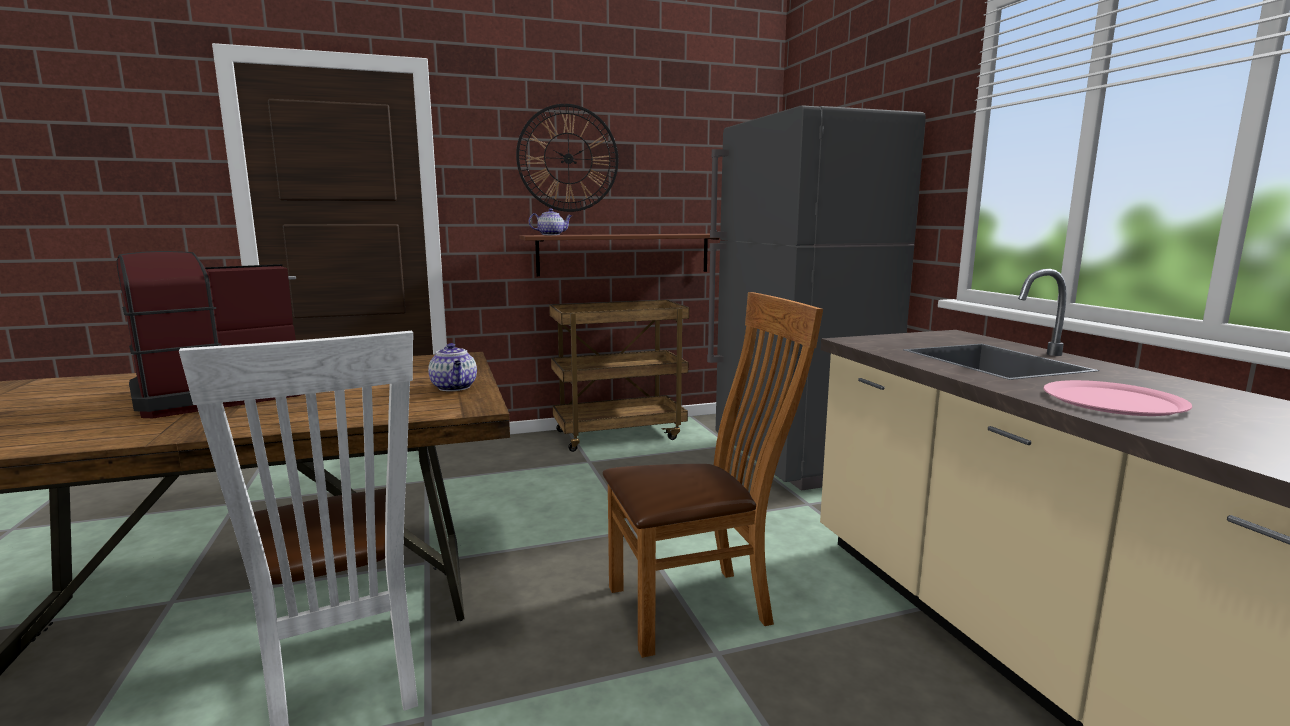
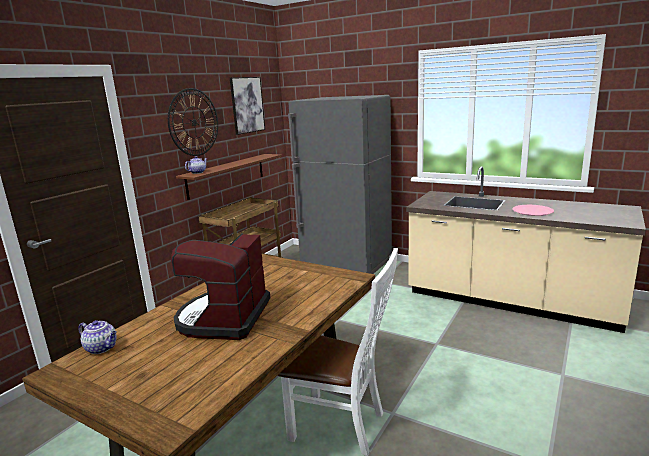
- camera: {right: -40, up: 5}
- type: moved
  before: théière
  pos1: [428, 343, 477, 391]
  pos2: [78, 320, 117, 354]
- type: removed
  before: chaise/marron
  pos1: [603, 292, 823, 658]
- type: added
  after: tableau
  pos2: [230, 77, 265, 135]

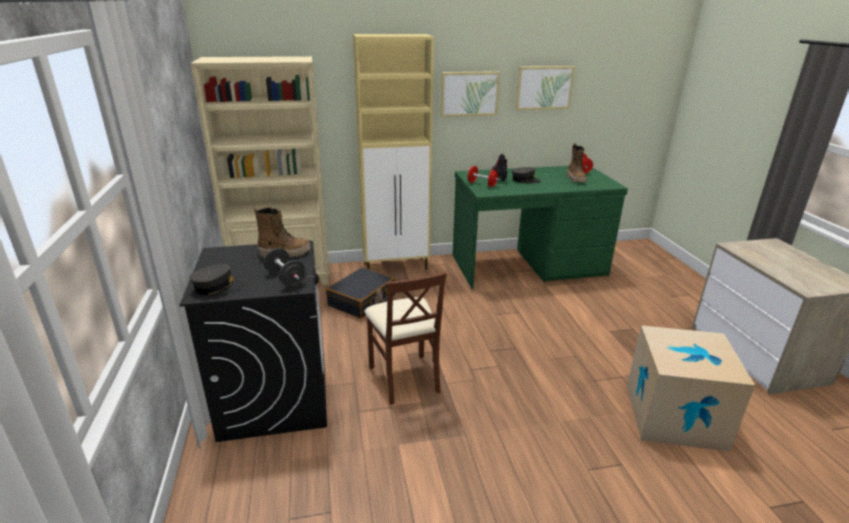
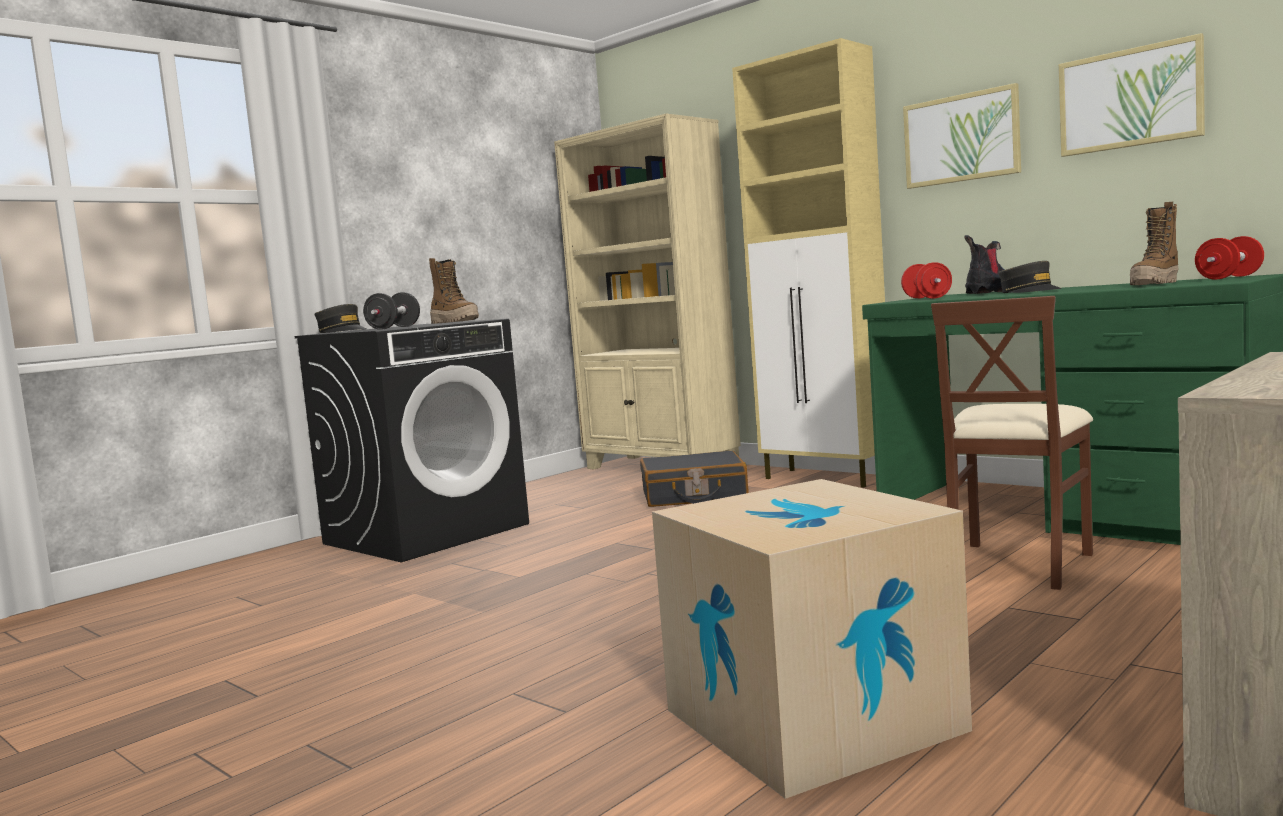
- camera: {right: 55, up: -20}
- type: moved
  before: chaise/marron
  pos1: [364, 272, 447, 405]
  pos2: [931, 296, 1093, 590]

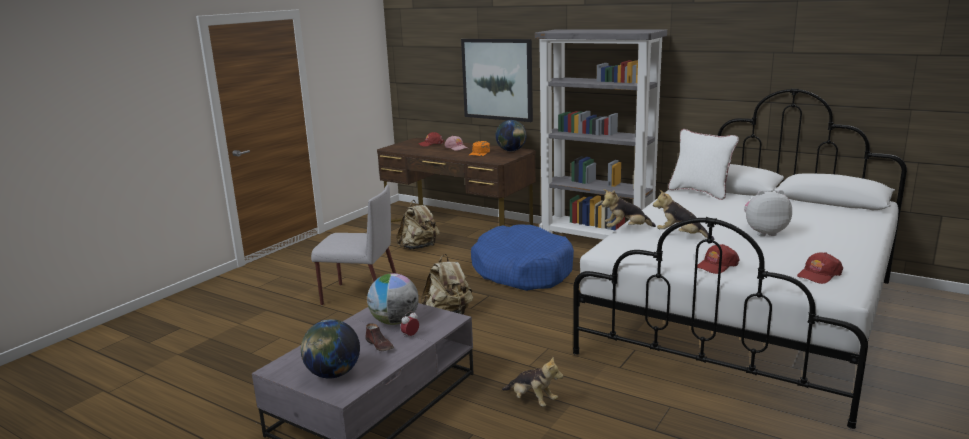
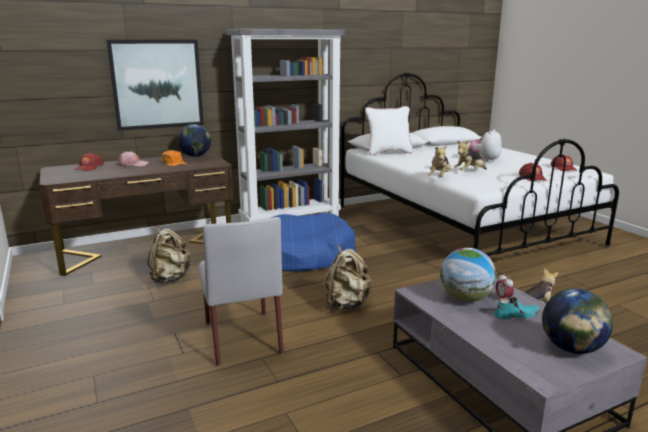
- camera: {right: -60, up: 0}
- type: turned
  before: chaise/gris
  pos1: [311, 185, 396, 305]
  pos2: [198, 217, 284, 366]
  turn: 120
- type: recoloured
  before: chaussure/marron
  after: chaussure/turquoise
  pos1: [365, 323, 394, 351]
  pos2: [494, 297, 540, 319]

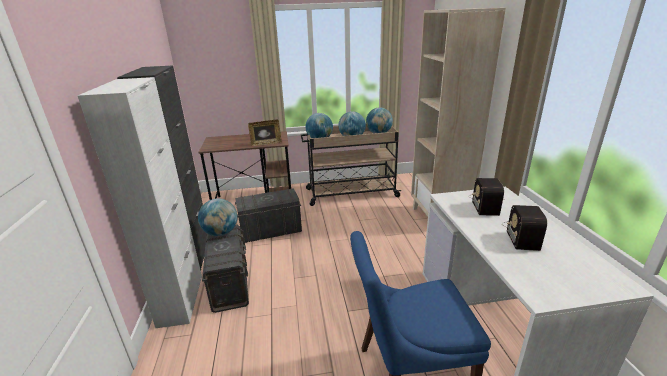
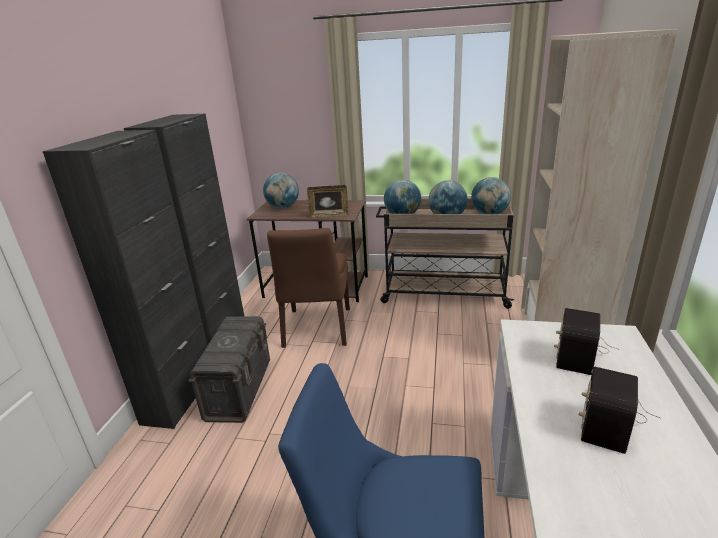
- camera: {right: 20, up: 0}
- type: recoloured
  before: meuble de rangement/blanc
  after: meuble de rangement/noir
  pos1: [77, 77, 202, 328]
  pos2: [43, 130, 208, 429]
- type: moved
  before: globe
  pos1: [198, 198, 237, 236]
  pos2: [263, 173, 299, 209]
- type: replaced
  before: boîte de rangement/gris
  after: chaise/marron
  pos1: [235, 188, 302, 243]
  pos2: [267, 228, 350, 348]

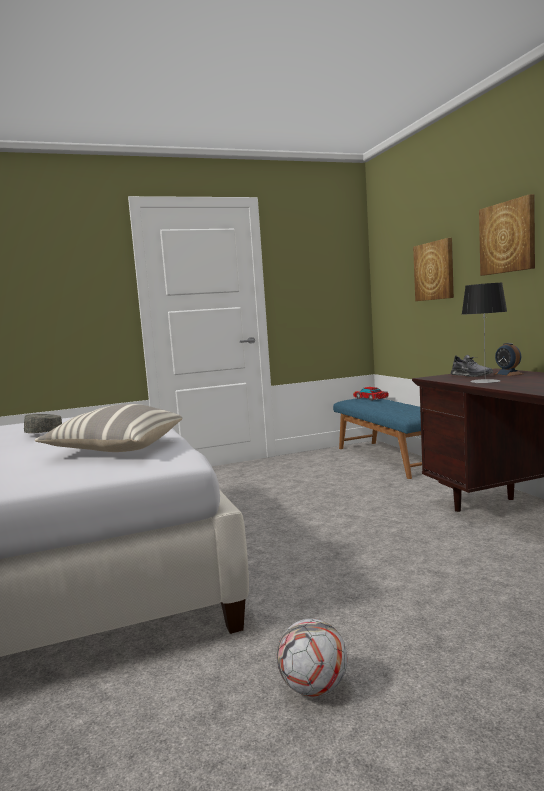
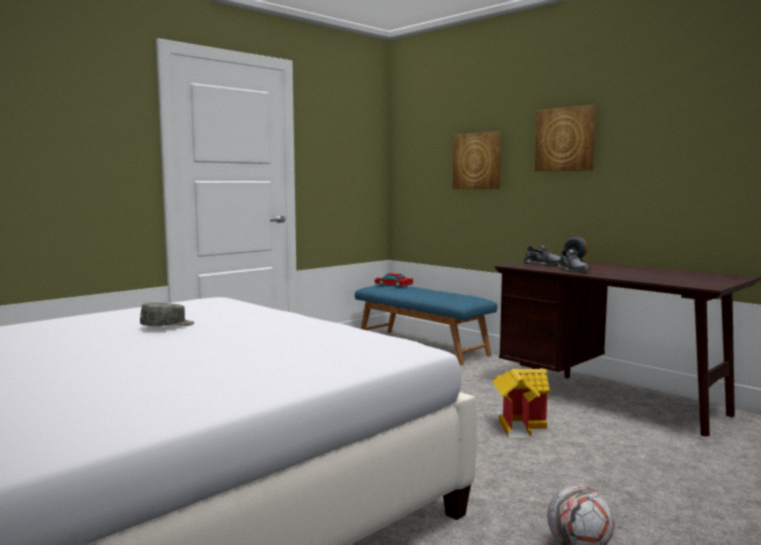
- camera: {right: -25, up: 0}
- type: removed
  before: coussin
  pos1: [35, 404, 182, 452]
- type: replaced
  before: lampe de table
  after: chaussure/gris
  pos1: [462, 283, 507, 383]
  pos2: [557, 249, 590, 272]
- type: added
  after: maison miniature
  pos2: [492, 369, 550, 438]

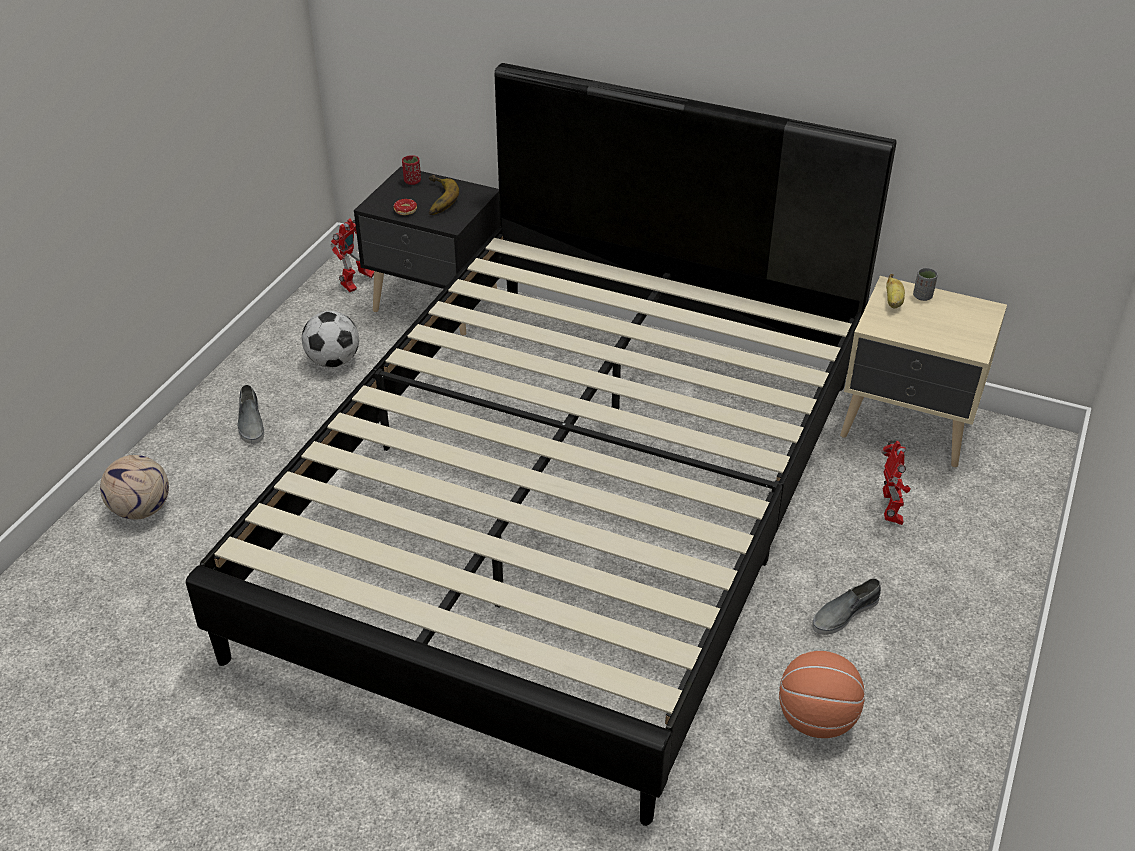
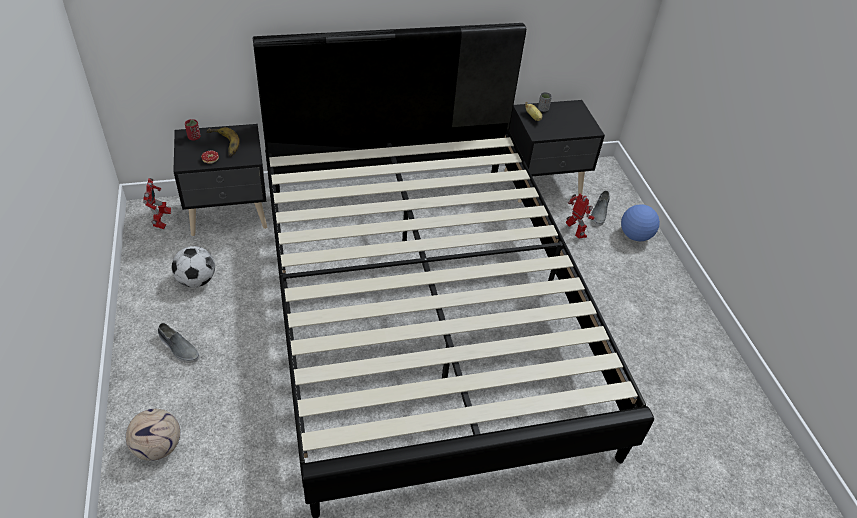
- camera: {right: -40, up: 5}
- type: removed
  before: ballon de basket
  pos1: [779, 651, 865, 738]
- type: moved
  before: chaussure/gris
  pos1: [812, 578, 881, 635]
  pos2: [591, 191, 610, 226]
- type: recoloured
  before: table de chevet/beige
  after: table de chevet/noir
  pos1: [840, 276, 1007, 467]
  pos2: [504, 100, 605, 203]
- type: added
  after: ballon de foot
  pos2: [621, 204, 660, 241]

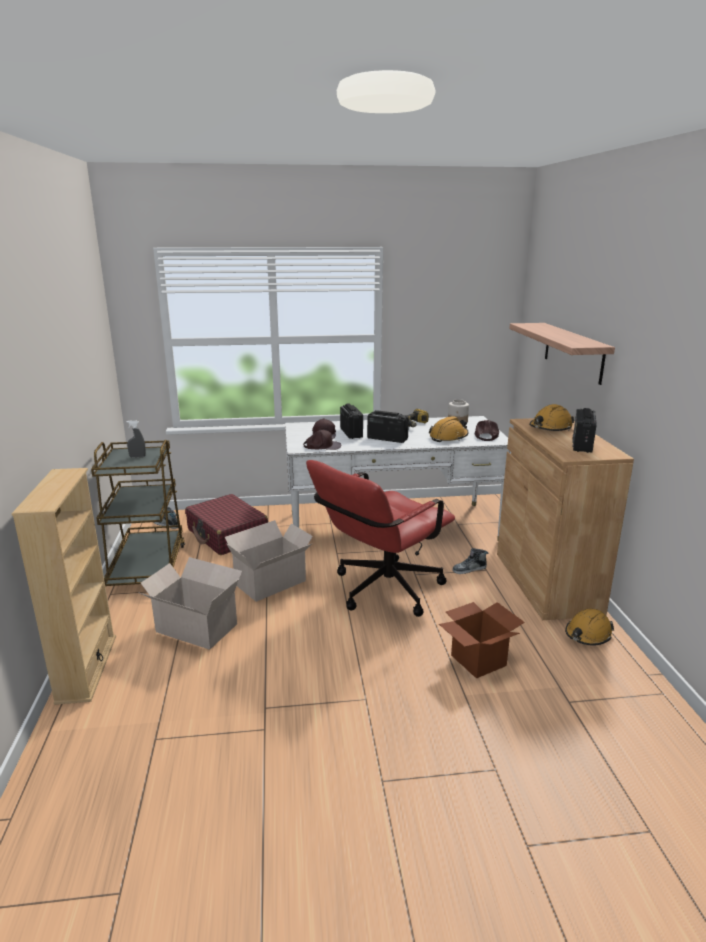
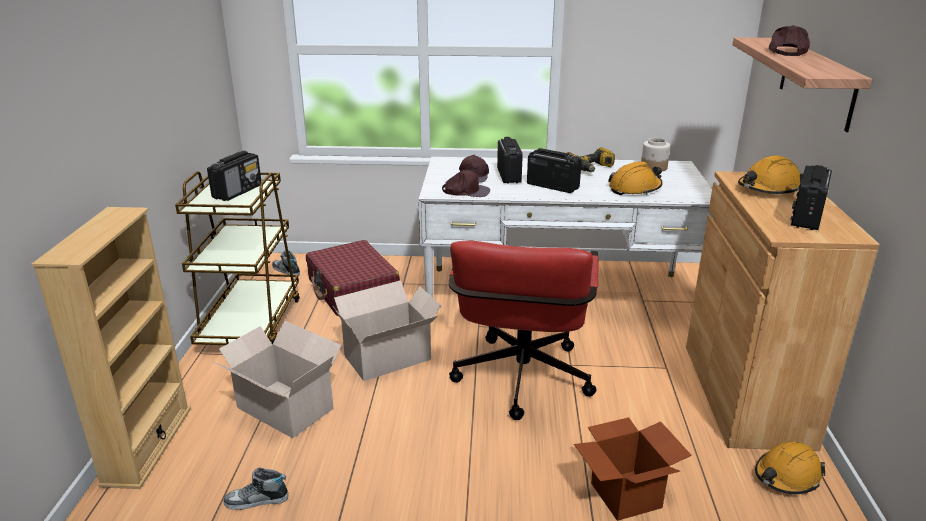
- camera: {right: 10, up: 5}
- type: replaced
  before: vaporisateur/gris
  after: radio
  pos1: [126, 420, 146, 458]
  pos2: [207, 151, 262, 201]
- type: turned
  before: chaise de bureau/rouge
  pos1: [306, 460, 455, 617]
  pos2: [449, 241, 599, 420]
  turn: -45
- type: moved
  before: chaussure
  pos1: [453, 548, 488, 574]
  pos2: [224, 468, 288, 510]
- type: moved
  before: casquette/marron
  pos1: [475, 420, 499, 441]
  pos2: [769, 25, 810, 56]

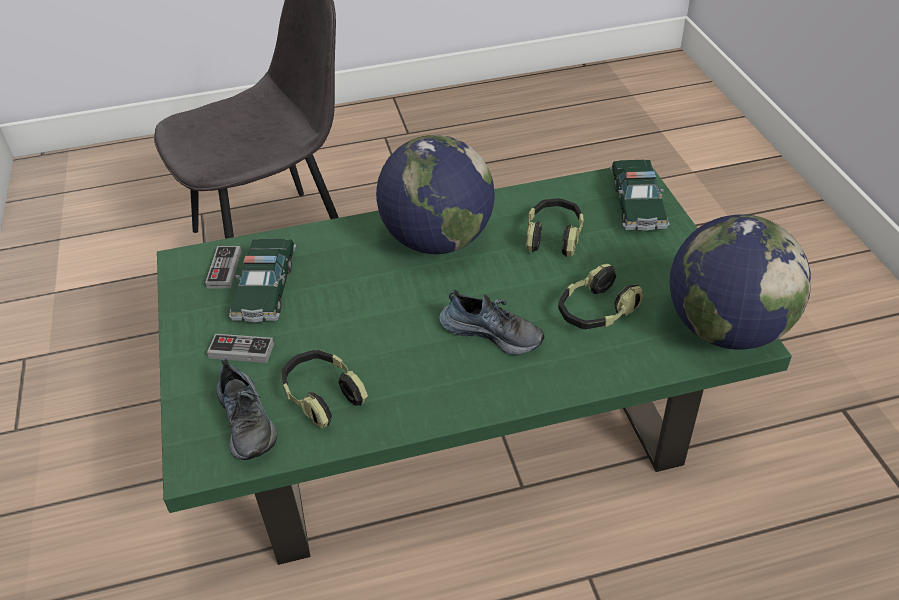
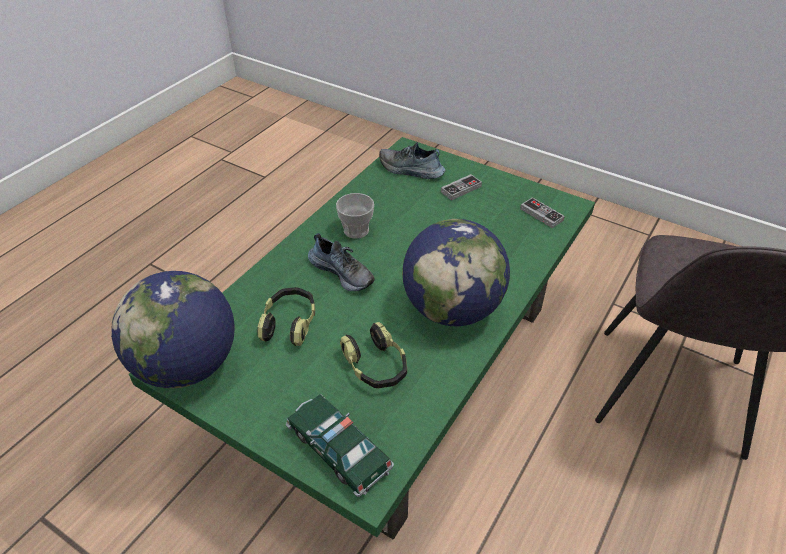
- camera: {right: 135, up: 0}
- type: removed
  before: petite voiture
  pos1: [229, 239, 296, 322]
- type: removed
  before: casque audio
  pos1: [281, 350, 368, 429]
- type: turned
  before: chaussure
  pos1: [439, 290, 545, 355]
  pos2: [308, 233, 375, 291]
  turn: -120
- type: added
  after: tasse
  pos2: [336, 193, 374, 239]

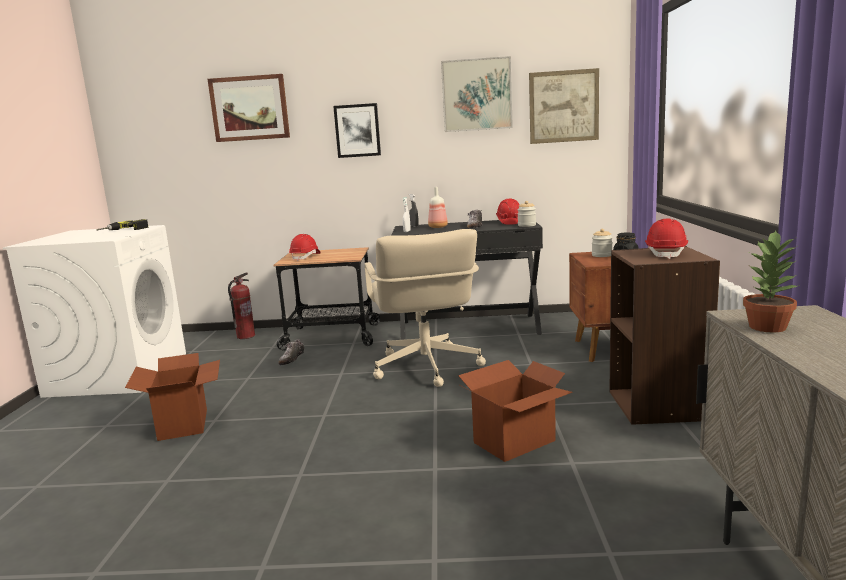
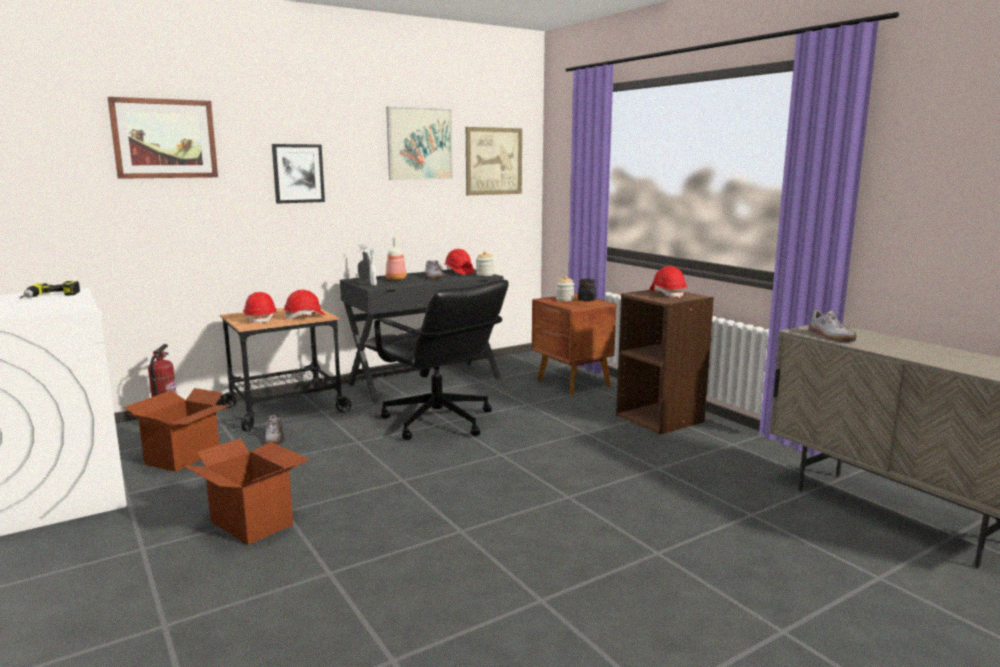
- camera: {right: -35, up: 0}
- type: recoloured
  before: chaise de bureau/beige
  after: chaise de bureau/noir
  pos1: [365, 229, 486, 387]
  pos2: [364, 280, 509, 440]
- type: moved
  before: carton
  pos1: [458, 360, 572, 462]
  pos2: [124, 388, 230, 472]
- type: replaced
  before: plante en pot
  after: chaussure
  pos1: [743, 230, 800, 332]
  pos2: [809, 309, 857, 342]
- type: added
  after: casque de chantier/rouge
  pos2: [284, 290, 326, 319]

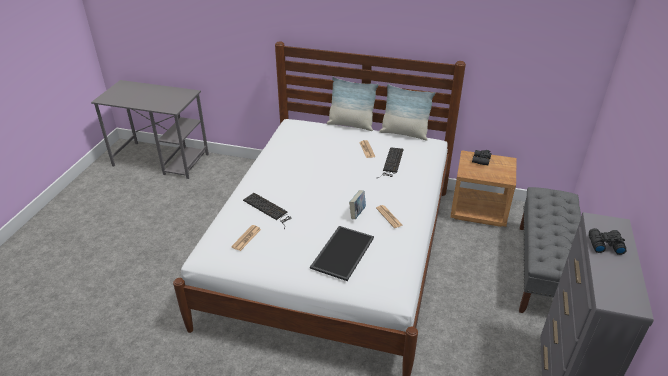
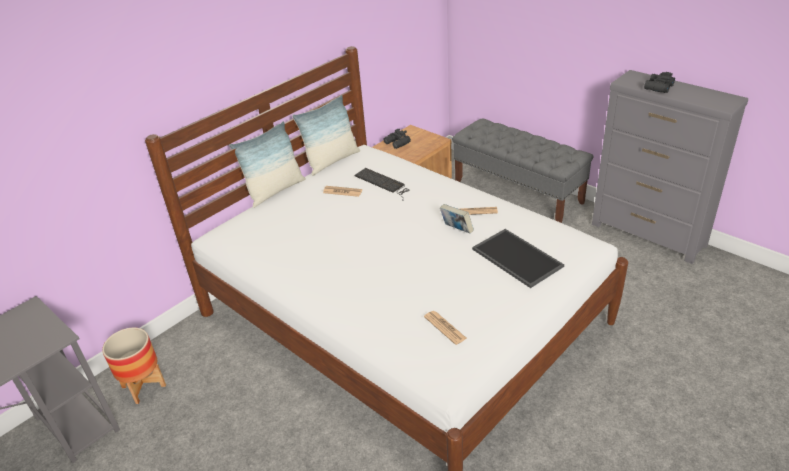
- camera: {right: -60, up: 0}
- type: removed
  before: clavier
  pos1: [243, 193, 290, 229]
- type: added
  after: cache-pot
  pos2: [102, 328, 166, 404]

